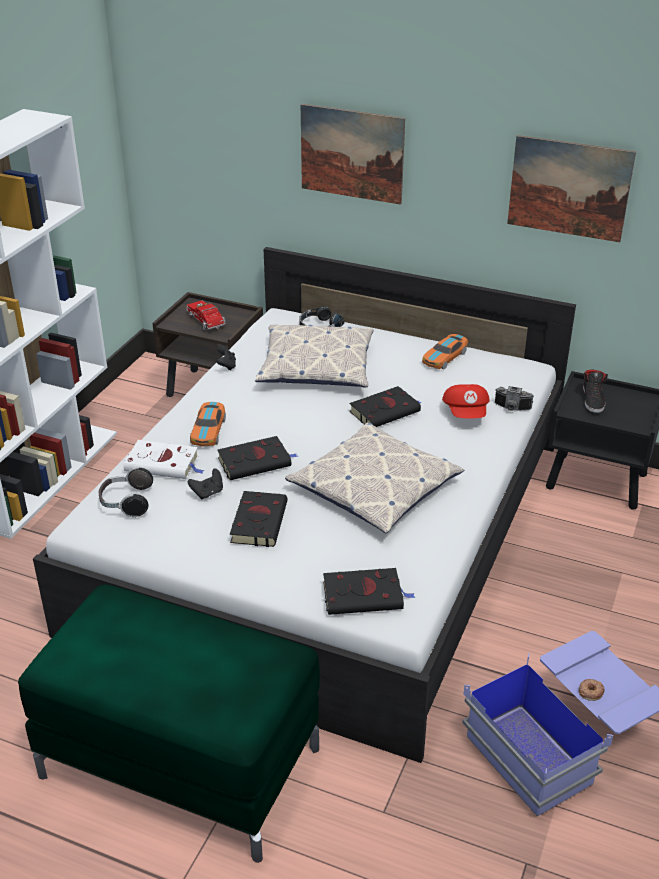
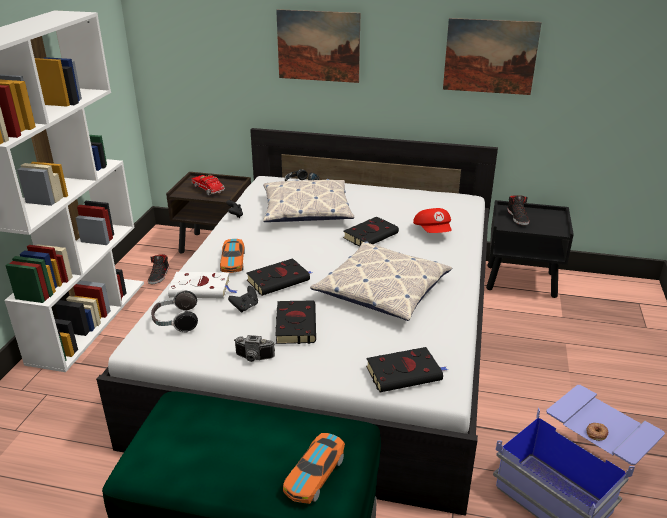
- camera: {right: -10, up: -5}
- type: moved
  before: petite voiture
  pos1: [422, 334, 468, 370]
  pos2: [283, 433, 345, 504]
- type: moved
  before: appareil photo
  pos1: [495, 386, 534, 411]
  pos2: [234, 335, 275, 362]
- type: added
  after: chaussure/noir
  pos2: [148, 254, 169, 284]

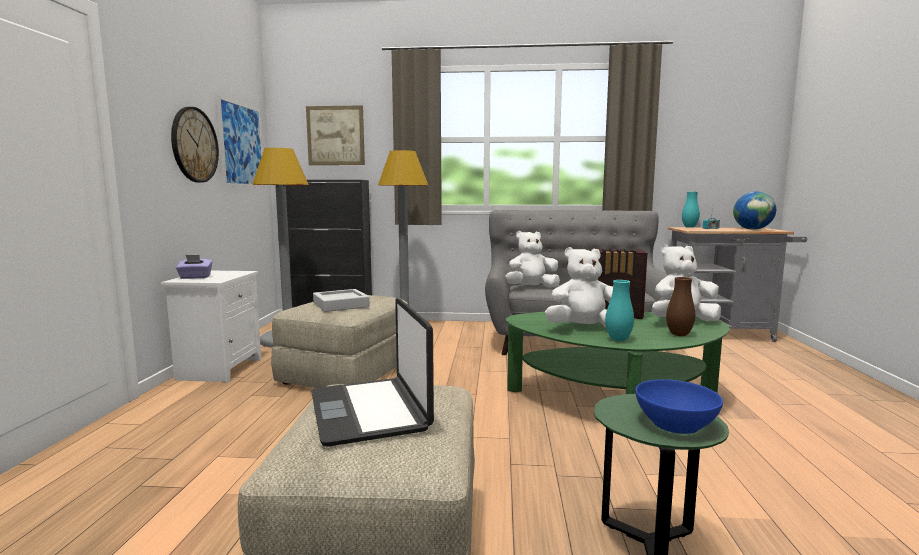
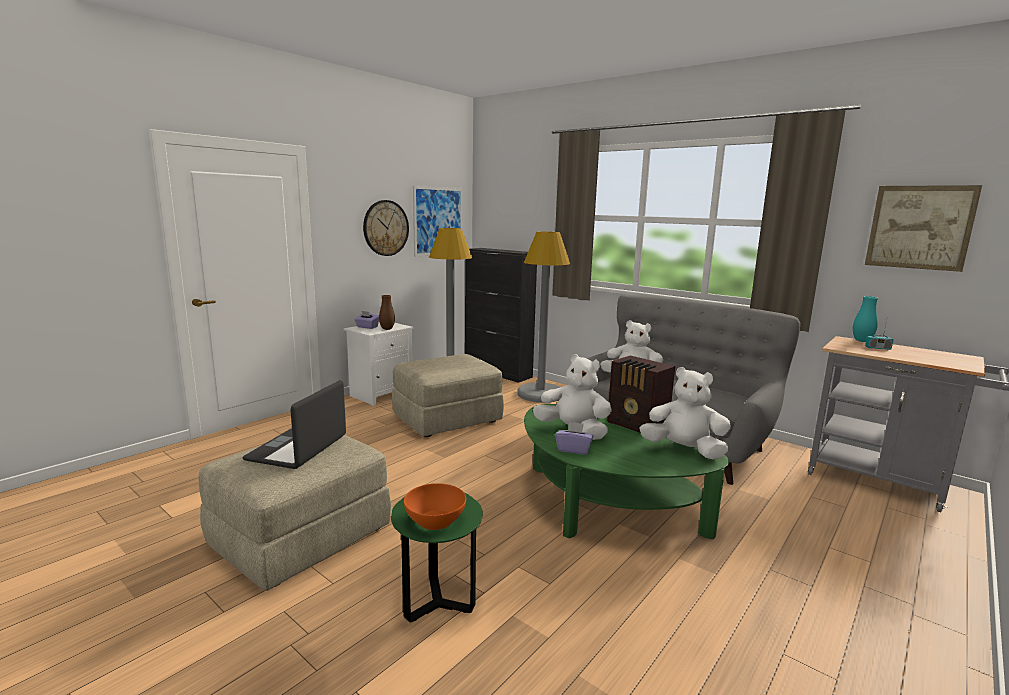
- camera: {right: 35, up: 5}
- type: moved
  before: tableau
  pos1: [306, 105, 365, 165]
  pos2: [865, 185, 982, 272]
- type: removed
  before: plateau/gris
  pos1: [313, 289, 370, 312]
- type: replaced
  before: vase/turquoise
  after: boîte à mouchoirs/violet
  pos1: [605, 280, 634, 341]
  pos2: [555, 422, 593, 455]
- type: recoloured
  before: bol/bleu
  after: bol/orange
  pos1: [635, 379, 723, 434]
  pos2: [404, 483, 466, 530]
- type: moved
  before: vase/marron
  pos1: [666, 277, 695, 336]
  pos2: [379, 295, 395, 330]
- type: removed
  before: globe
  pos1: [733, 192, 776, 230]

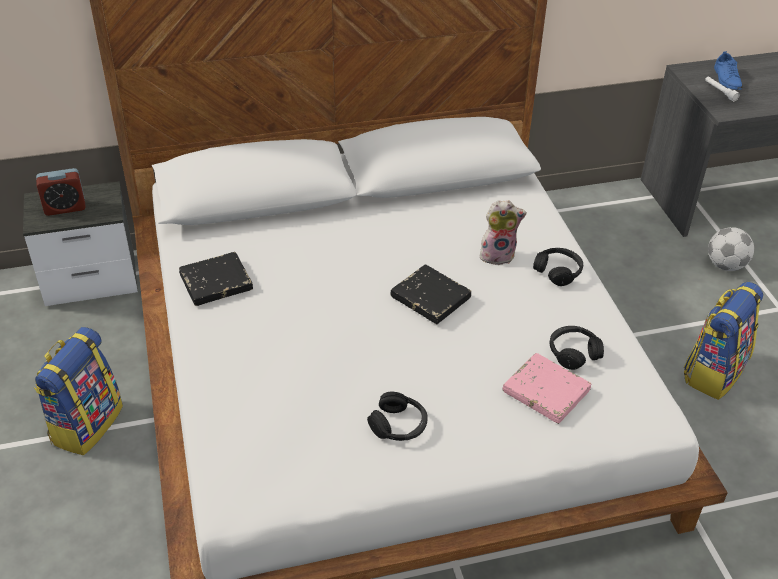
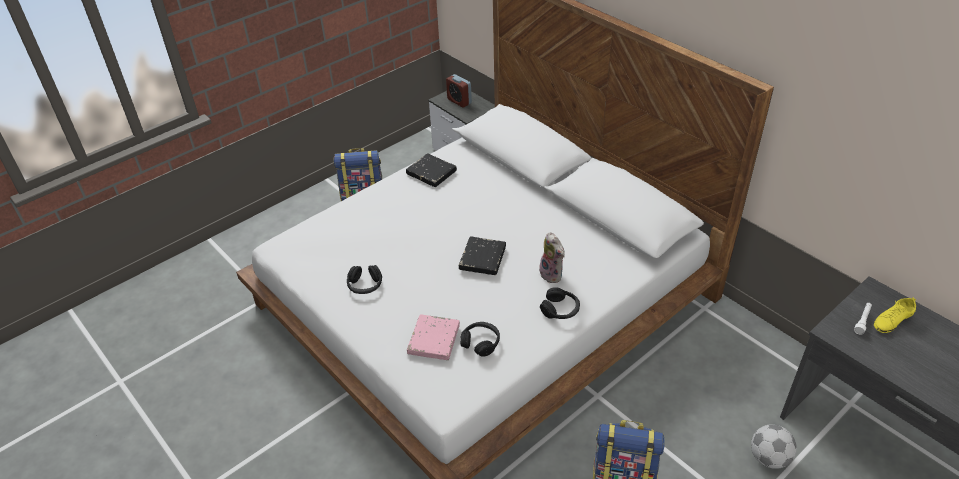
- camera: {right: 65, up: 0}
- type: recoloured
  before: chaussure/bleu
  after: chaussure/jaune
  pos1: [714, 51, 742, 90]
  pos2: [874, 297, 916, 333]

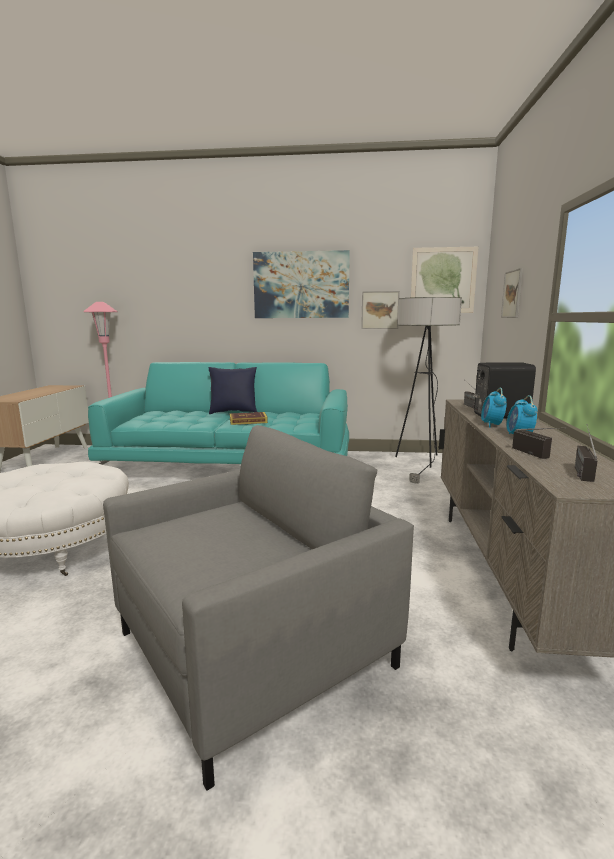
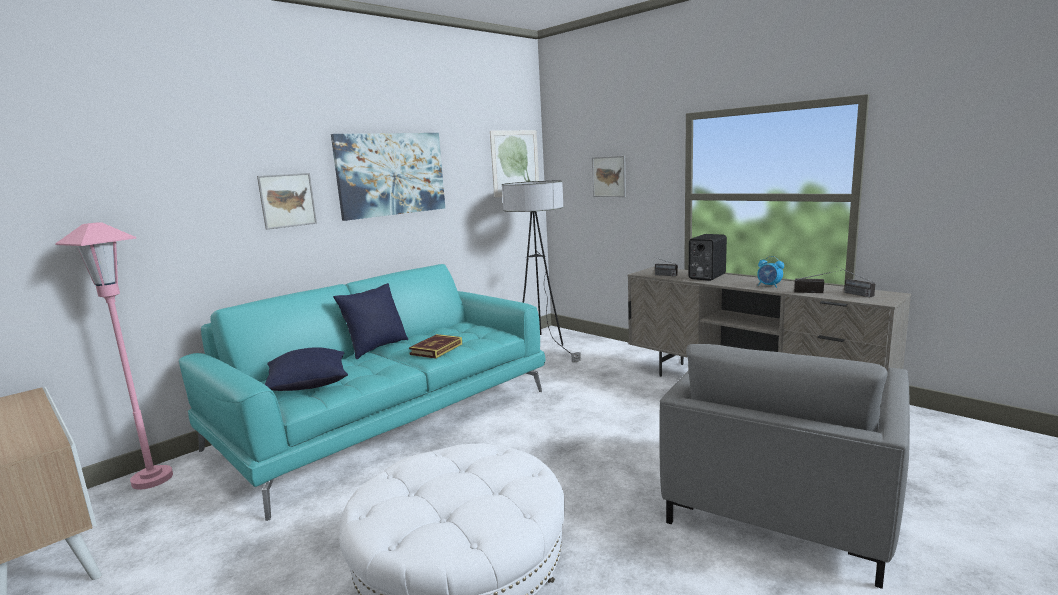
- camera: {right: -50, up: 0}
- type: turned
  before: fauteuil/gris
  pos1: [103, 425, 414, 791]
  pos2: [659, 344, 910, 589]
  turn: -150
- type: moved
  before: tableau
  pos1: [361, 291, 400, 329]
  pos2: [257, 173, 317, 230]
- type: removed
  before: réveil
  pos1: [481, 388, 507, 428]
- type: added
  after: coussin/bleu
  pos2: [265, 347, 348, 391]

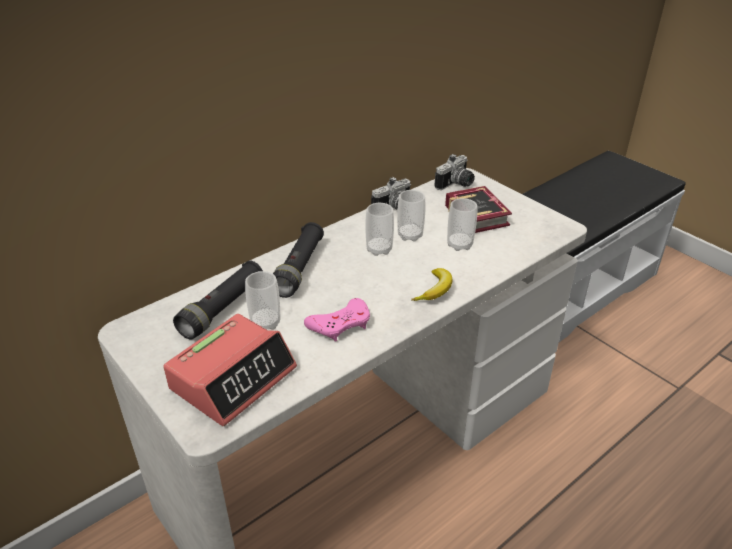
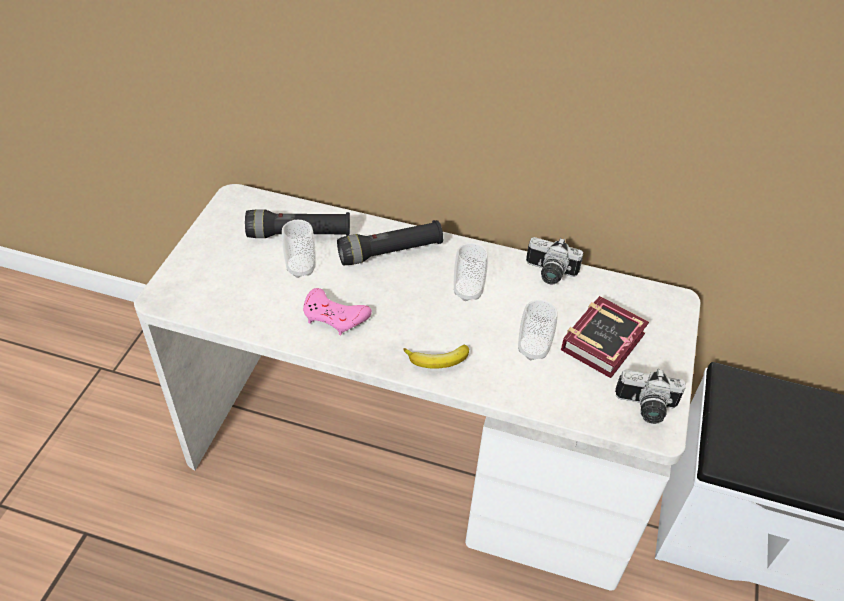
- camera: {right: 55, up: 10}
- type: removed
  before: réveil
  pos1: [163, 314, 297, 426]
- type: removed
  before: tasse
  pos1: [397, 190, 425, 242]
- type: moved
  before: appareil photo
  pos1: [435, 154, 475, 190]
  pos2: [615, 369, 685, 424]

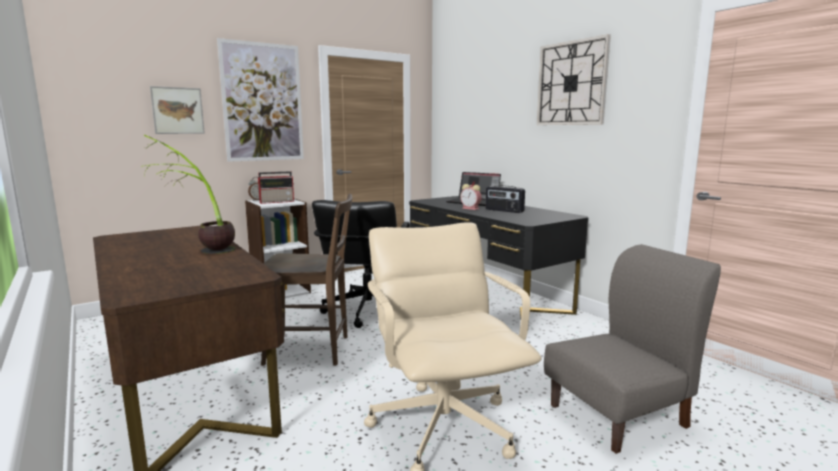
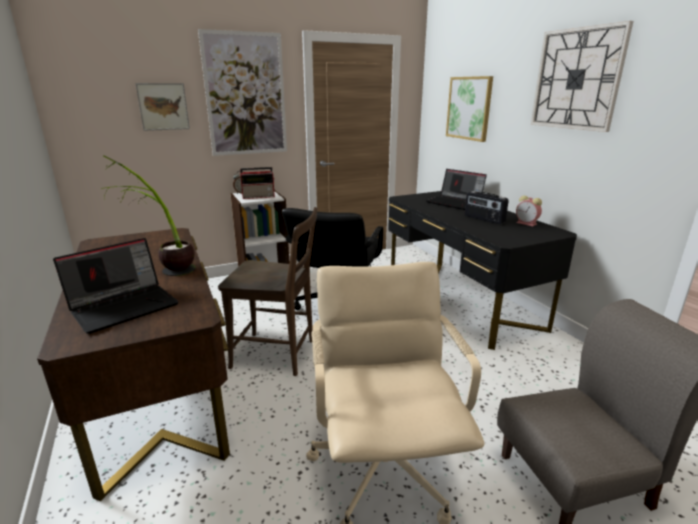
- camera: {right: 10, up: 10}
- type: moved
  before: réveil
  pos1: [460, 184, 481, 210]
  pos2: [516, 196, 542, 226]
- type: added
  after: ordinateur portable
  pos2: [53, 238, 179, 334]
- type: added
  after: tableau
  pos2: [446, 76, 493, 142]

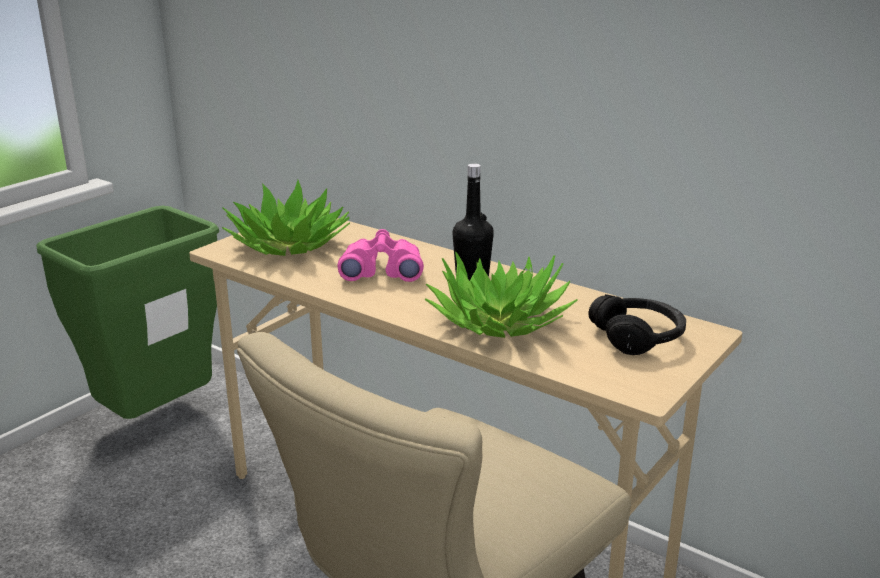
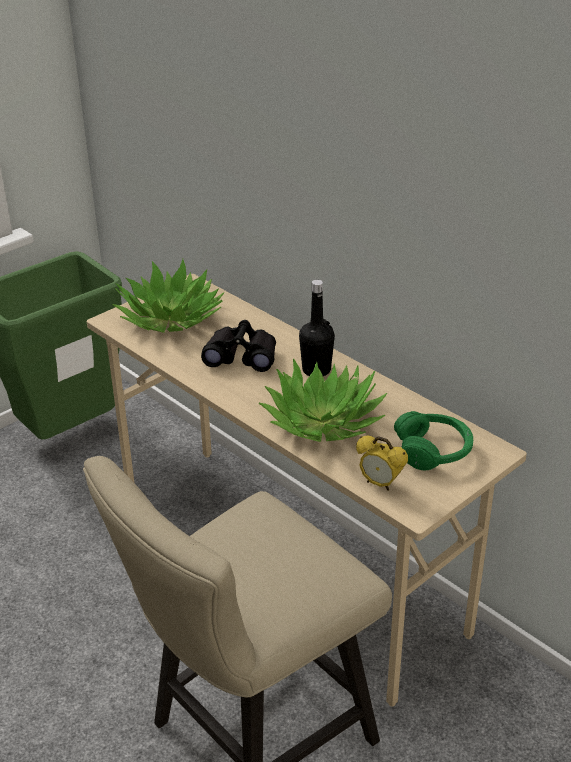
- camera: {right: 10, up: 10}
- type: recoloured
  before: jumelles/rose
  after: jumelles/noir
  pos1: [337, 229, 424, 282]
  pos2: [201, 320, 276, 372]
- type: recoloured
  before: casque audio/noir
  after: casque audio/vert
  pos1: [588, 294, 686, 355]
  pos2: [394, 411, 473, 470]
- type: added
  after: réveil
  pos2: [356, 436, 408, 491]

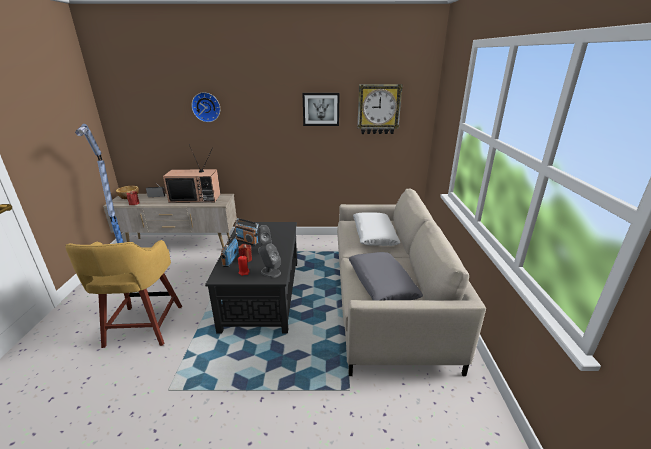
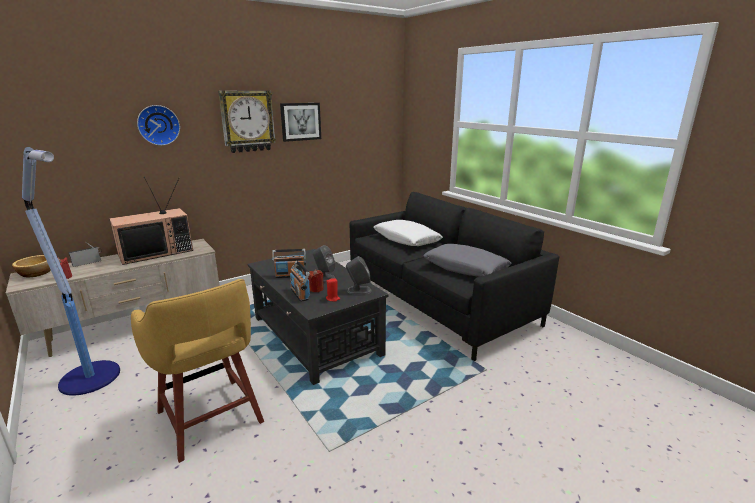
- camera: {right: -35, up: -5}
- type: recoloured
  before: canapé/beige
  after: canapé/noir
  pos1: [337, 188, 486, 376]
  pos2: [349, 192, 560, 361]
- type: moved
  before: horloge murale
  pos1: [357, 84, 403, 134]
  pos2: [218, 91, 276, 153]

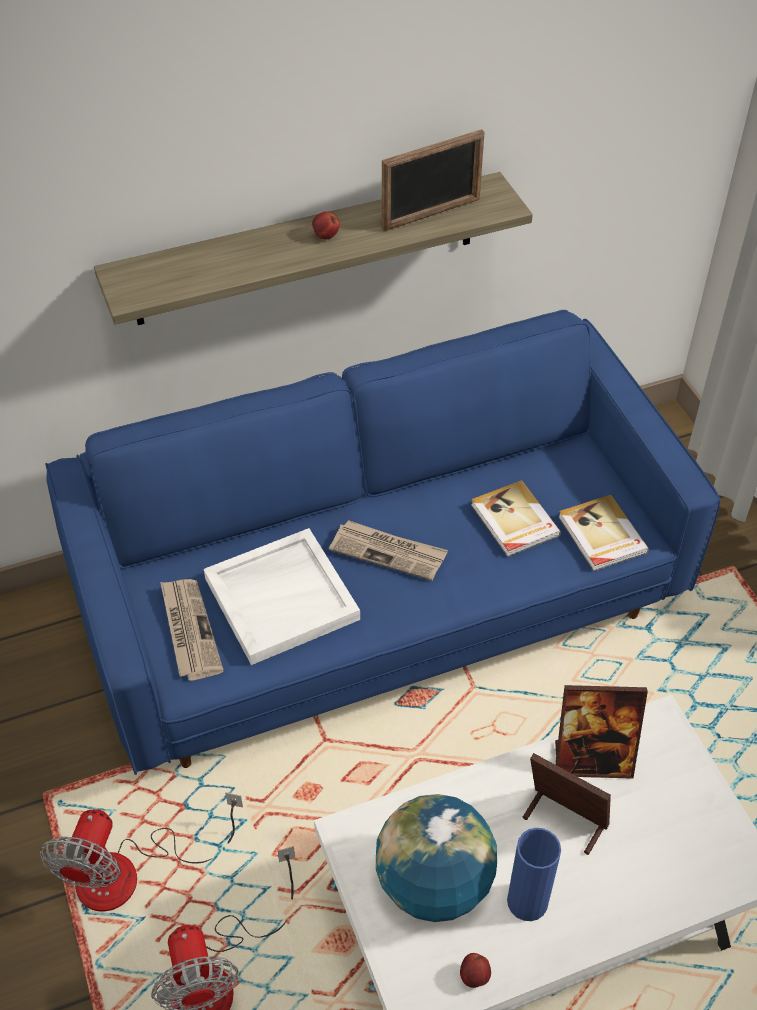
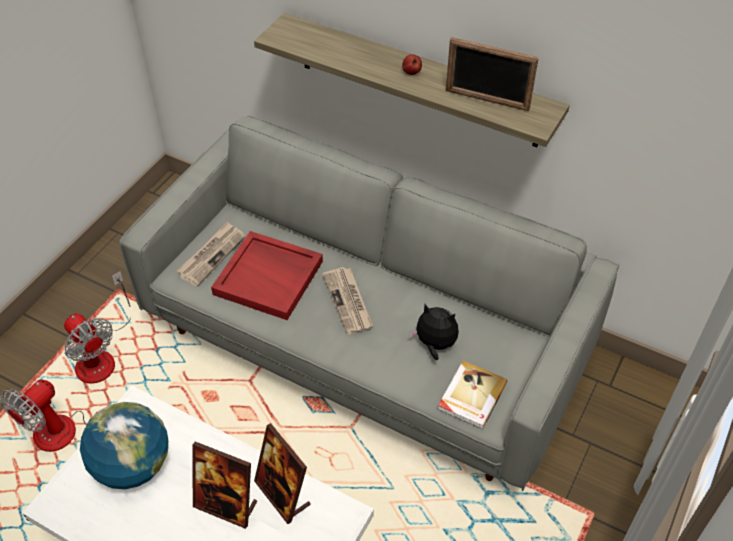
- camera: {right: 50, up: 0}
- type: turned
  before: ventilateur
  pos1: [40, 792, 243, 912]
  pos2: [64, 271, 131, 383]
  turn: -105
- type: recoloured
  before: canapé/bleu
  after: canapé/gris
  pos1: [45, 310, 721, 775]
  pos2: [119, 115, 619, 491]
- type: recoloured
  before: plateau/blanc
  after: plateau/rouge
  pos1: [204, 528, 360, 665]
  pos2: [211, 231, 323, 320]
- type: removed
  before: pomme
  pos1: [460, 953, 491, 988]
- type: replaced
  before: livre
  after: peluche
  pos1: [471, 480, 561, 557]
  pos2: [409, 304, 459, 360]
- type: removed
  before: vase/bleu
  pos1: [507, 828, 561, 921]
- type: turned
  before: cadre photo
  pos1: [523, 753, 611, 855]
  pos2: [193, 441, 257, 529]
  turn: 120

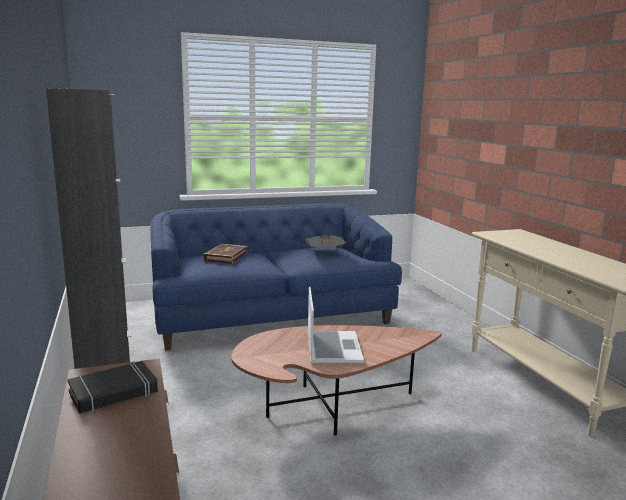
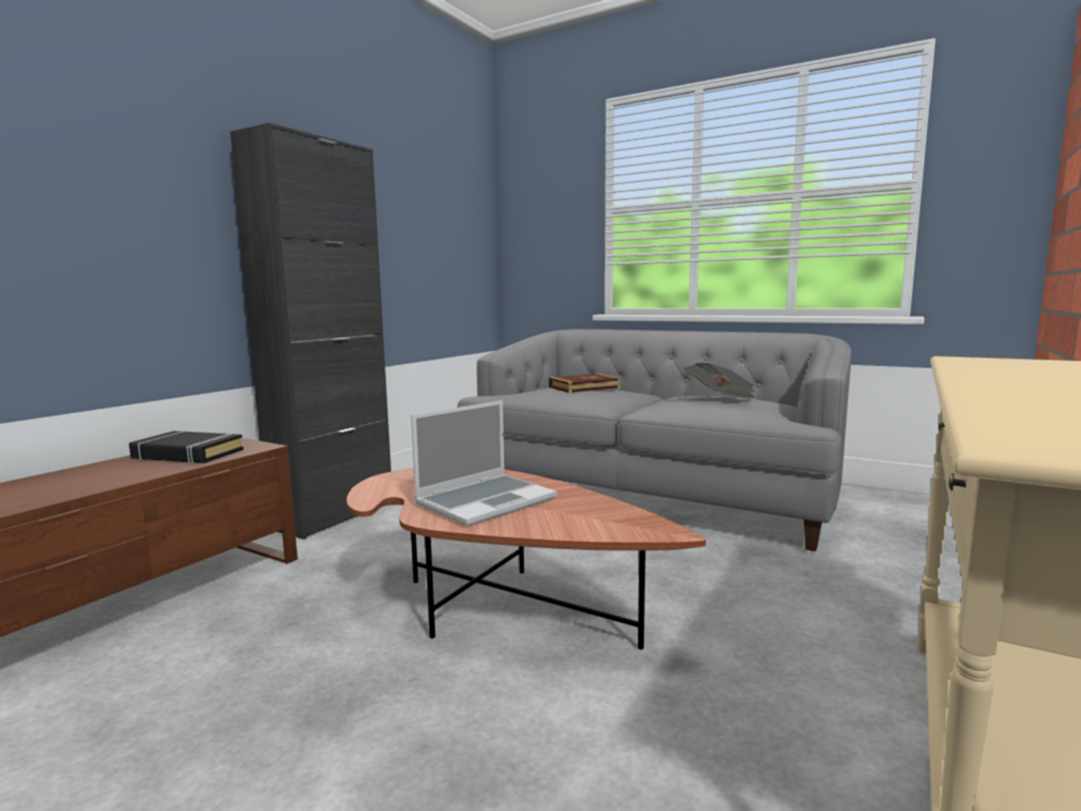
- camera: {right: 50, up: -5}
- type: recoloured
  before: canapé/bleu
  after: canapé/gris
  pos1: [150, 204, 402, 350]
  pos2: [457, 329, 851, 551]

